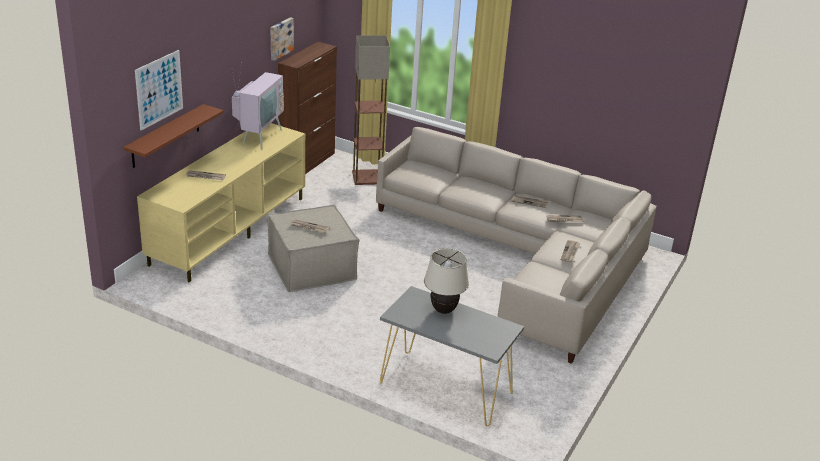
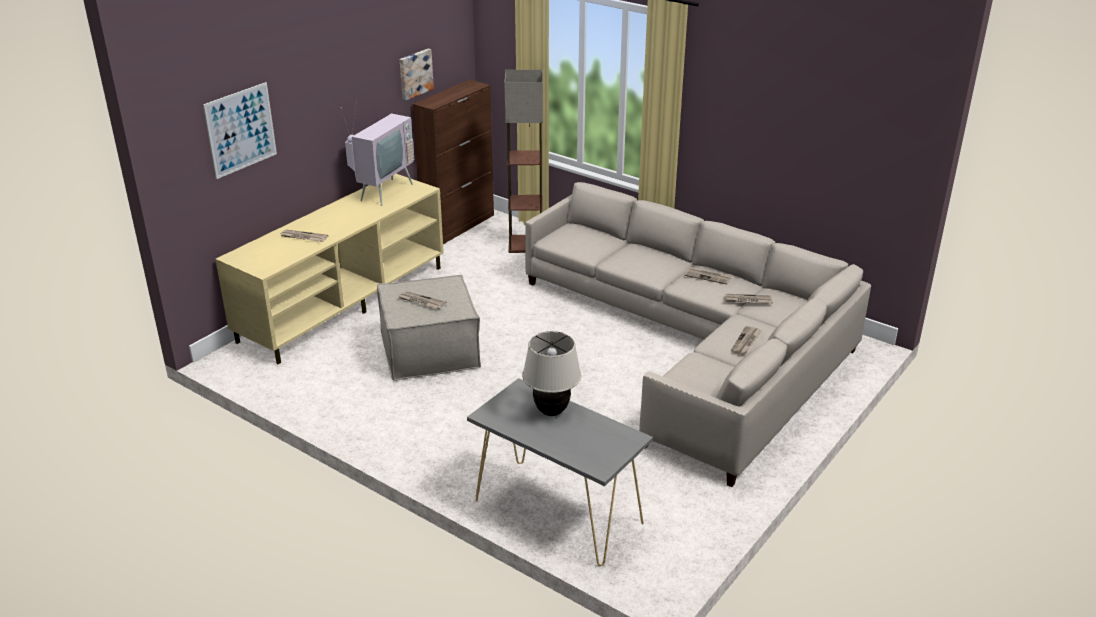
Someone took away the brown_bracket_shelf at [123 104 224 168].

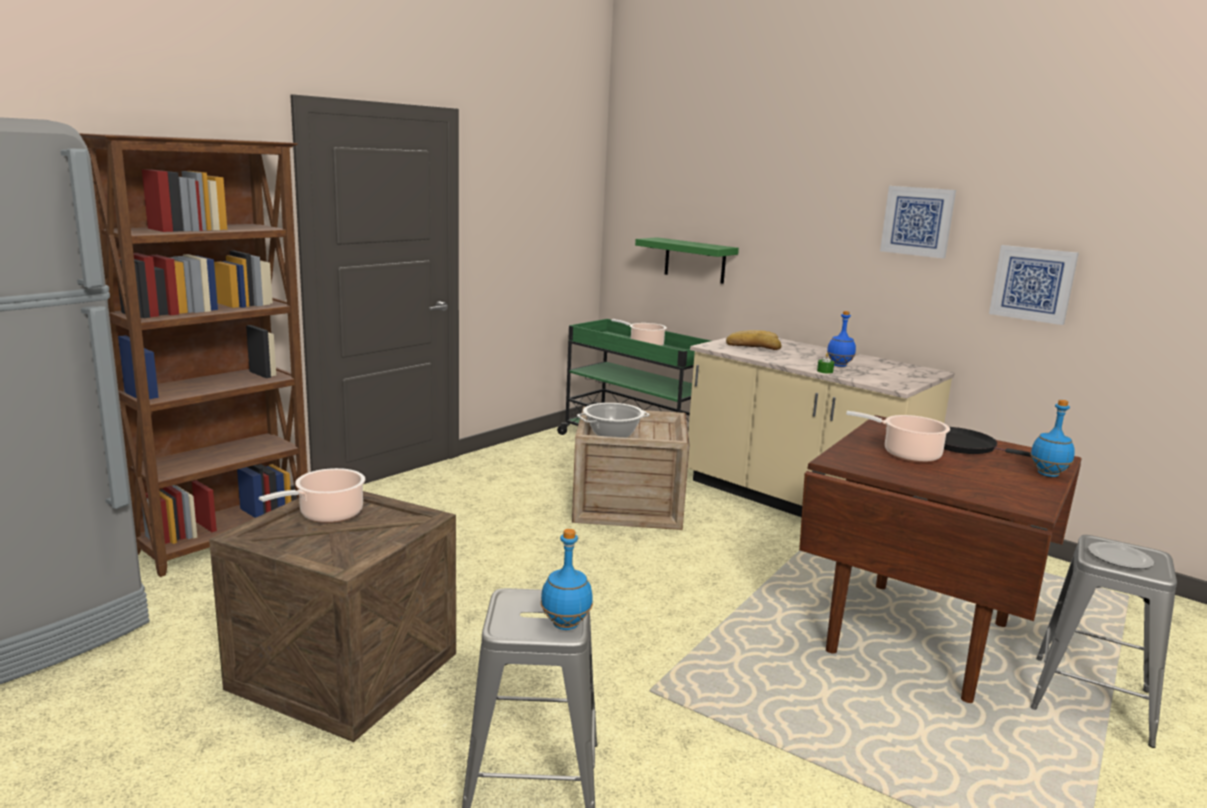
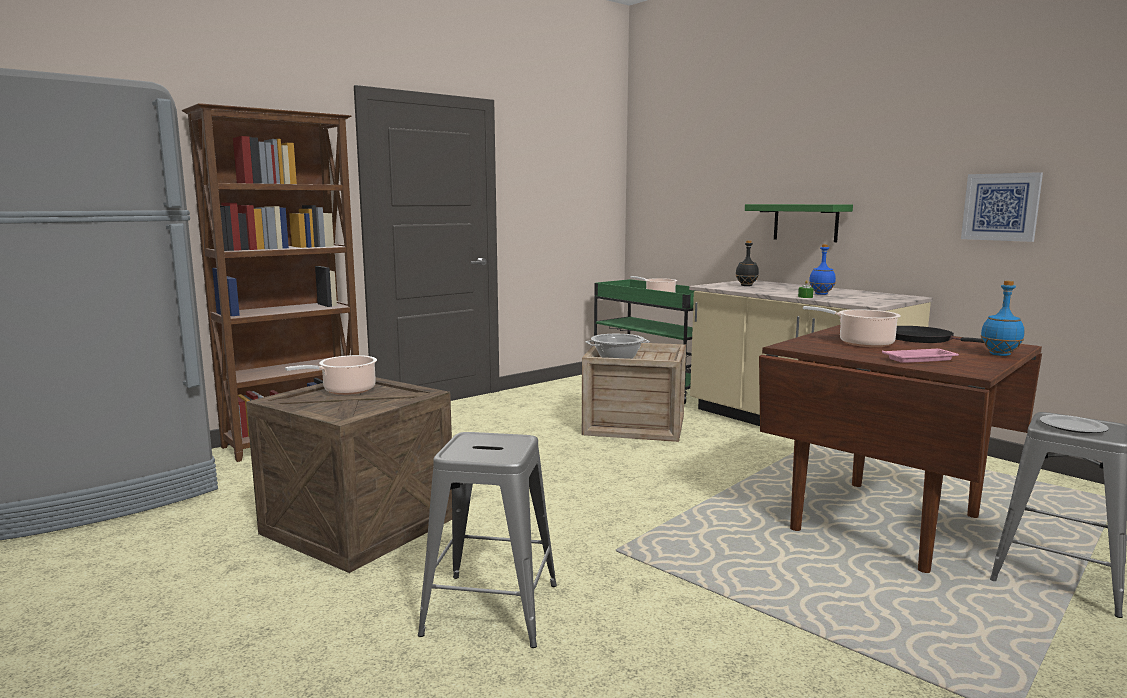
Someone took away the bluish_beverage_bottle at [541 529 593 630].
Someone carried the green-coloured_bracket_shelf from [635 237 739 284] to [745 204 853 242].
Someone swapped the bread at [726 330 781 350] for the blackish_beverage_bottle at [736 240 759 286].
Someone took away the wall_art at [880 186 956 259].
Someone put down the pinkish_tray at [882 349 959 363].

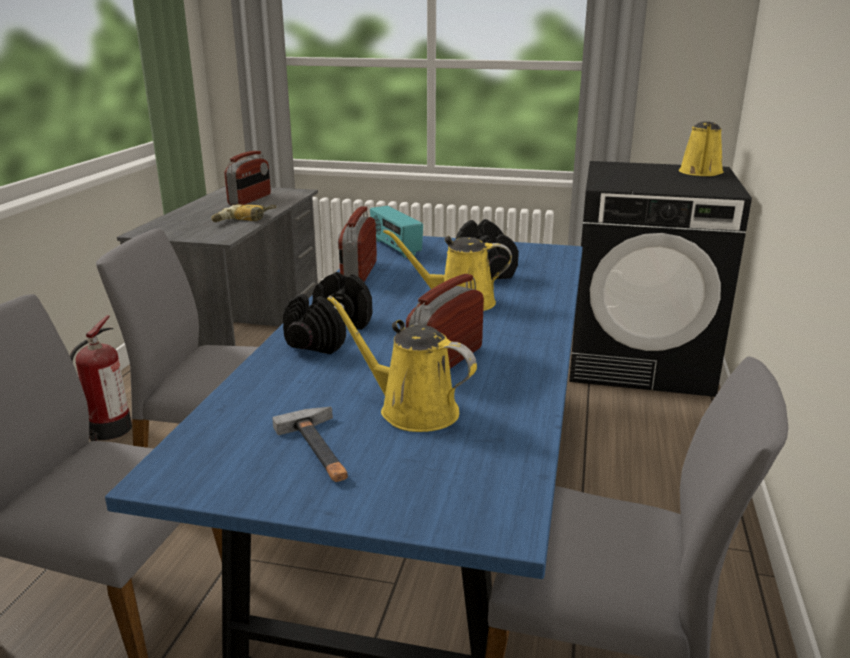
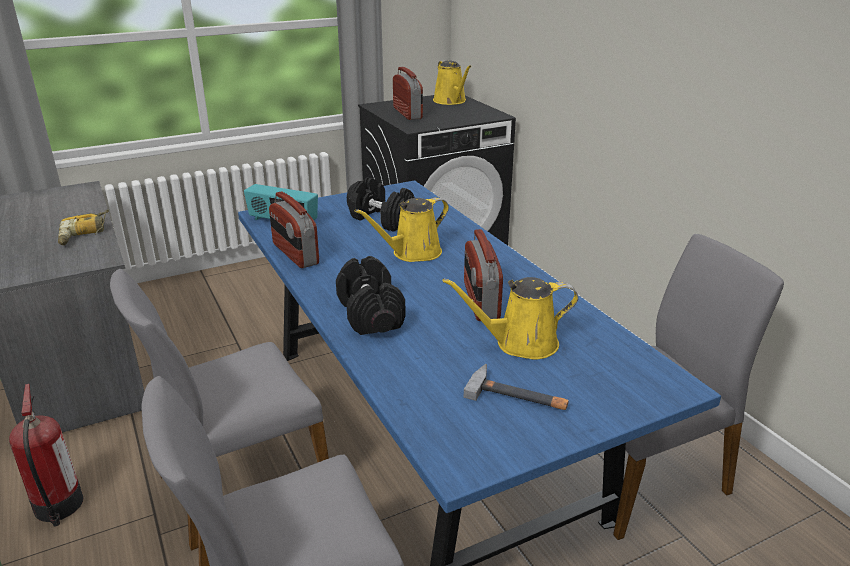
Someone carried the radio from [224 151 271 205] to [393 67 423 120].

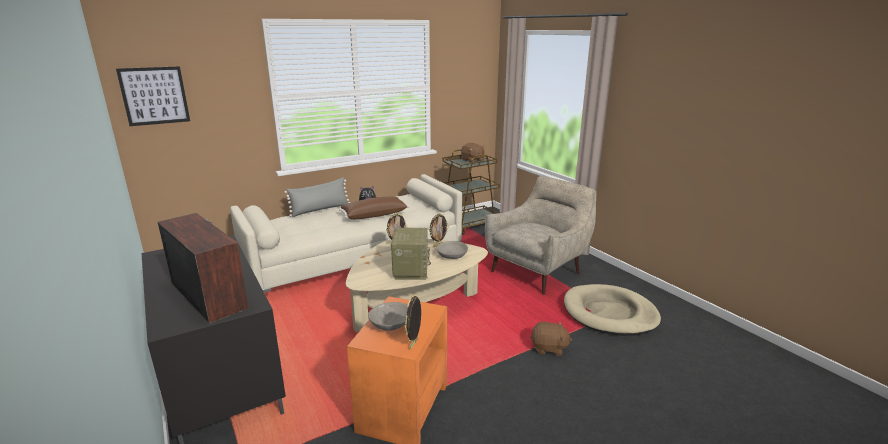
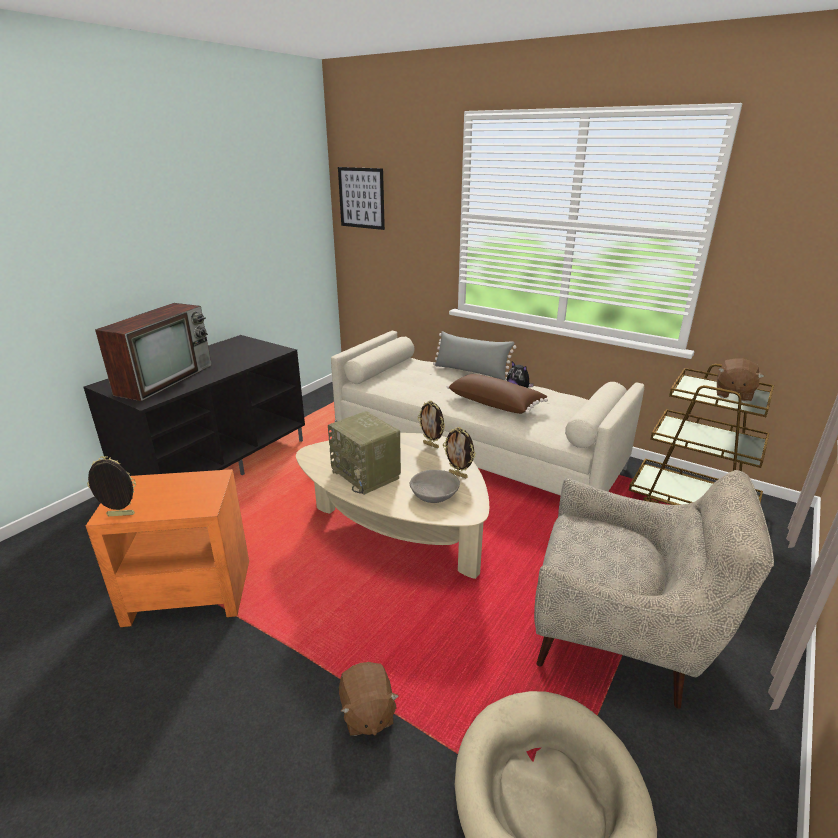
Someone took away the grey_serving_bowl at [368 302 408 331].
Someone rotated the radio at [391 228 431 280] by 75 degrees clockwise.

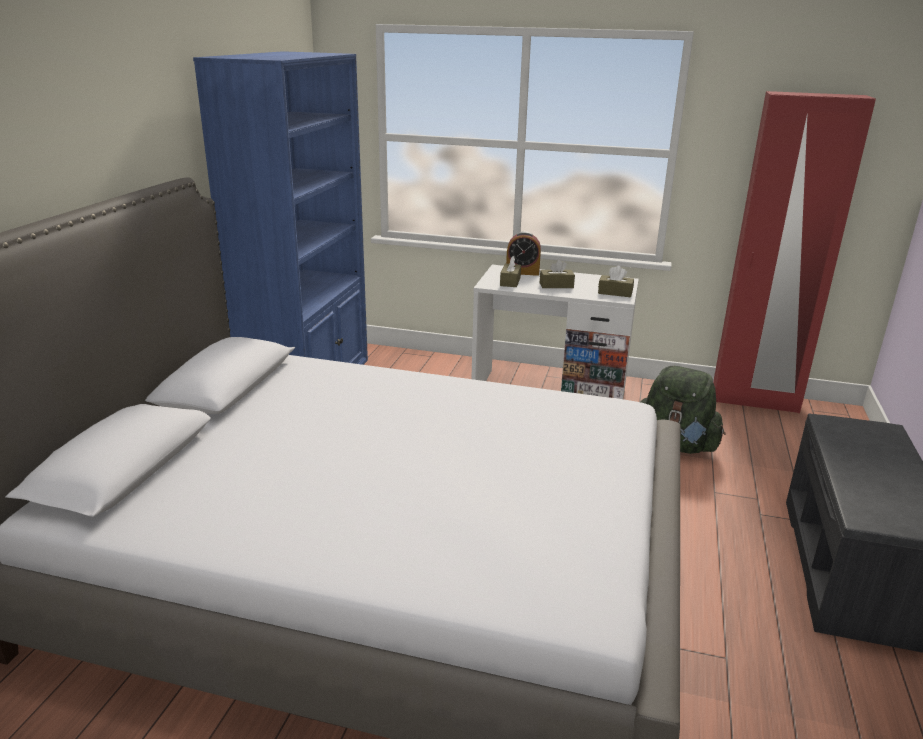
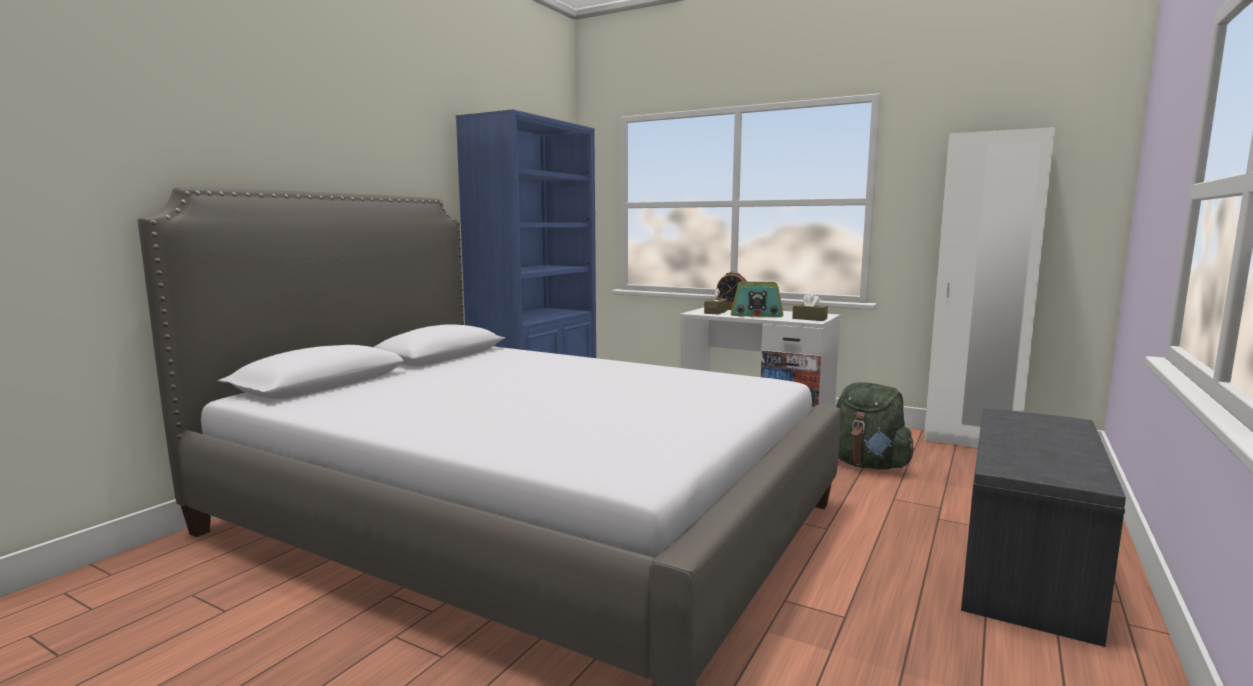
Someone swapped the brown_tissue_box at [540 260 575 288] for the radio at [731 282 784 317].
Someone repainted the reddish_clothes_cupboard at [713 91 876 413], which became the white_clothes_cupboard at [924 127 1055 448].

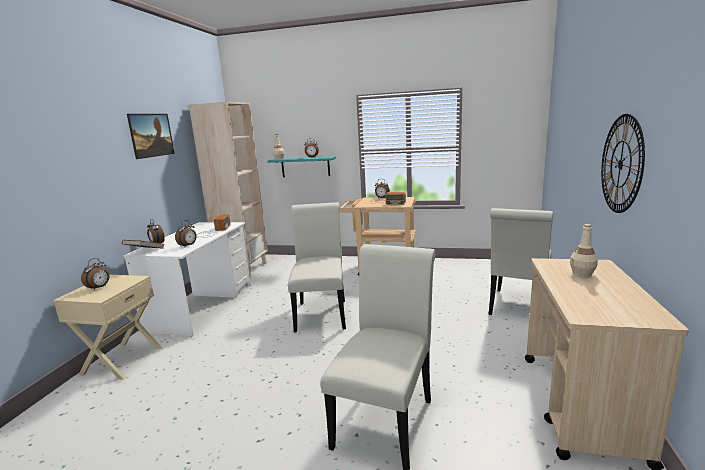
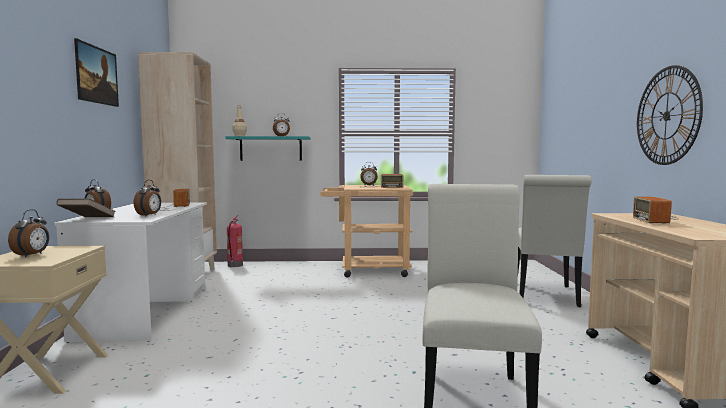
Someone took away the white_upright_chair at [288 202 346 333].
Someone swapped the beige-coloured_beverage_bottle at [570 224 598 277] for the radio at [633 197 679 224].
Someone put down the fire-fighting_cylinder at [227 215 243 267].

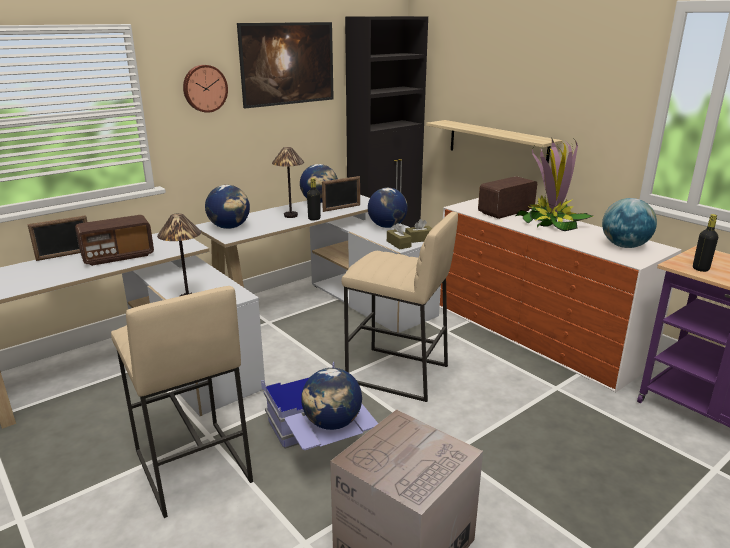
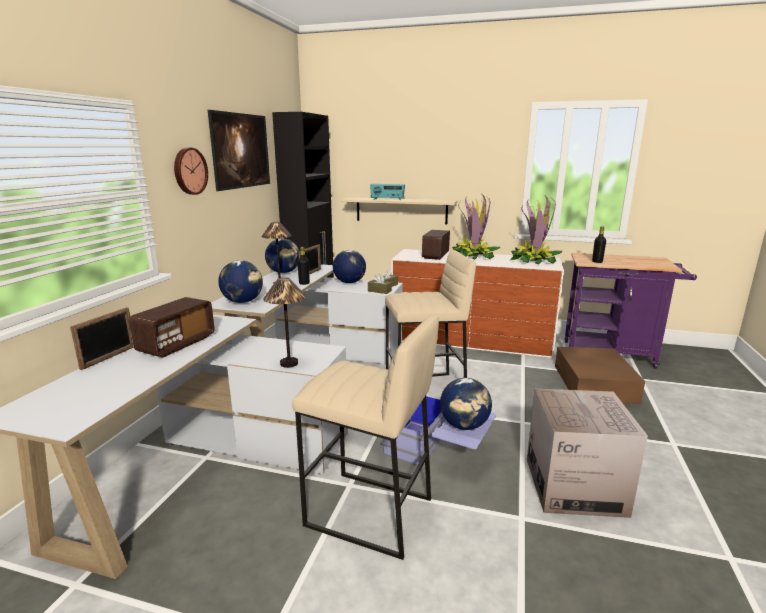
Someone swapped the globe at [602 198 657 248] for the plant_in_a_pot at [509 196 562 265].
Someone put down the radio at [370 184 405 200].
Someone put down the brown_storage_box at [555 347 645 404].

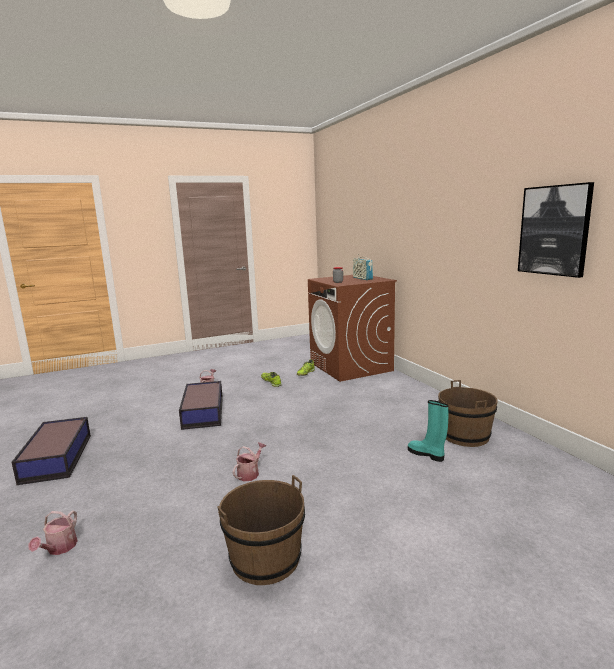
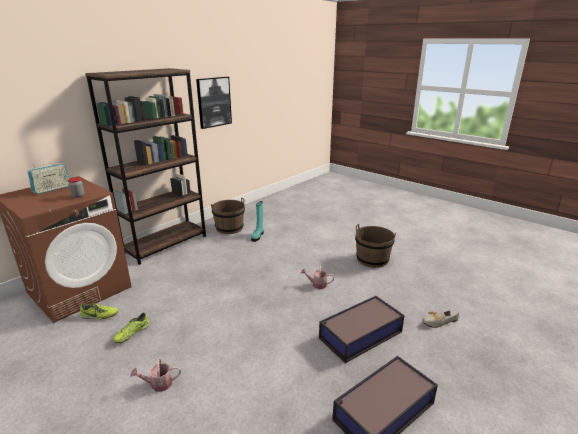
Someone swapped the sprinkling_can at [29 510 78 555] for the low_shoe at [423 311 459 328].
Someone carried the storage_box from [179 381 223 430] to [319 296 405 363].
Someone put down the brown_bookcase at [85 68 206 265].

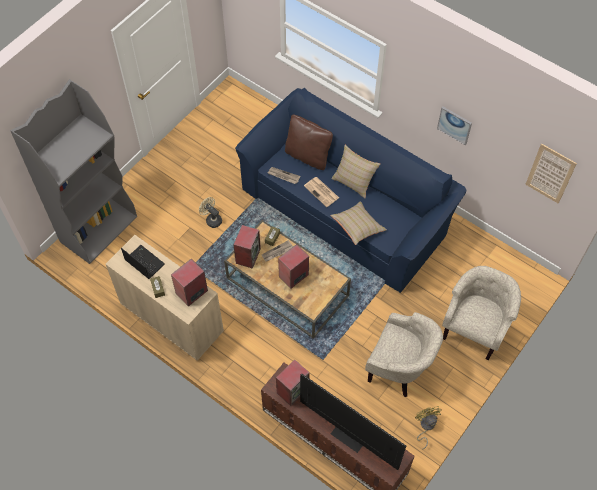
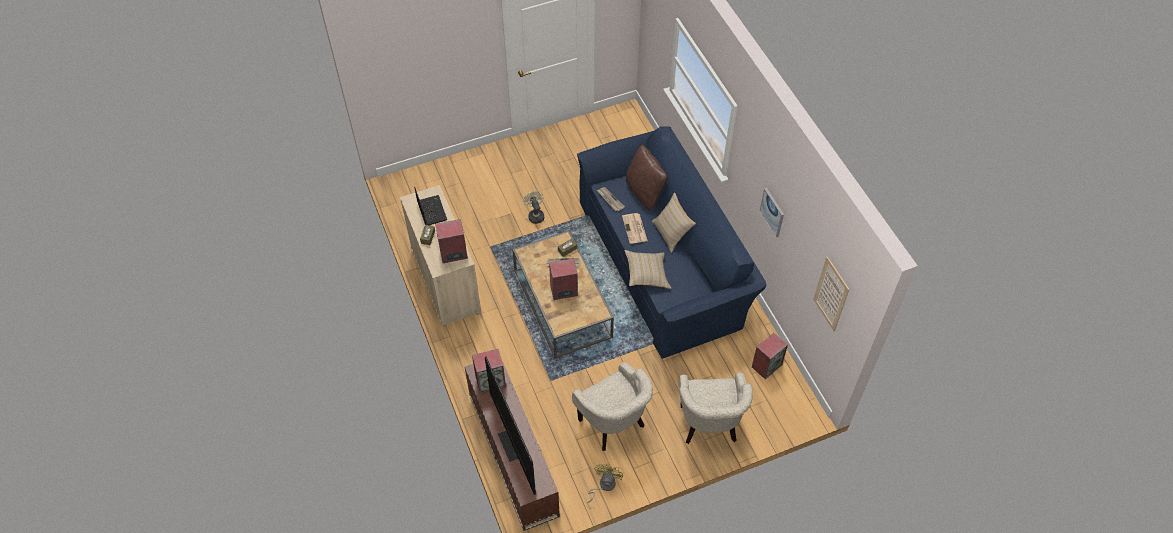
Someone took away the grey_bookcase at [10 79 137 264].
Someone carried the audio_speaker from [234 225 261 269] to [752 333 788 379].
Someone rotated the beige-coloured_lounge_chair at [442 266 521 360] by 120 degrees clockwise.

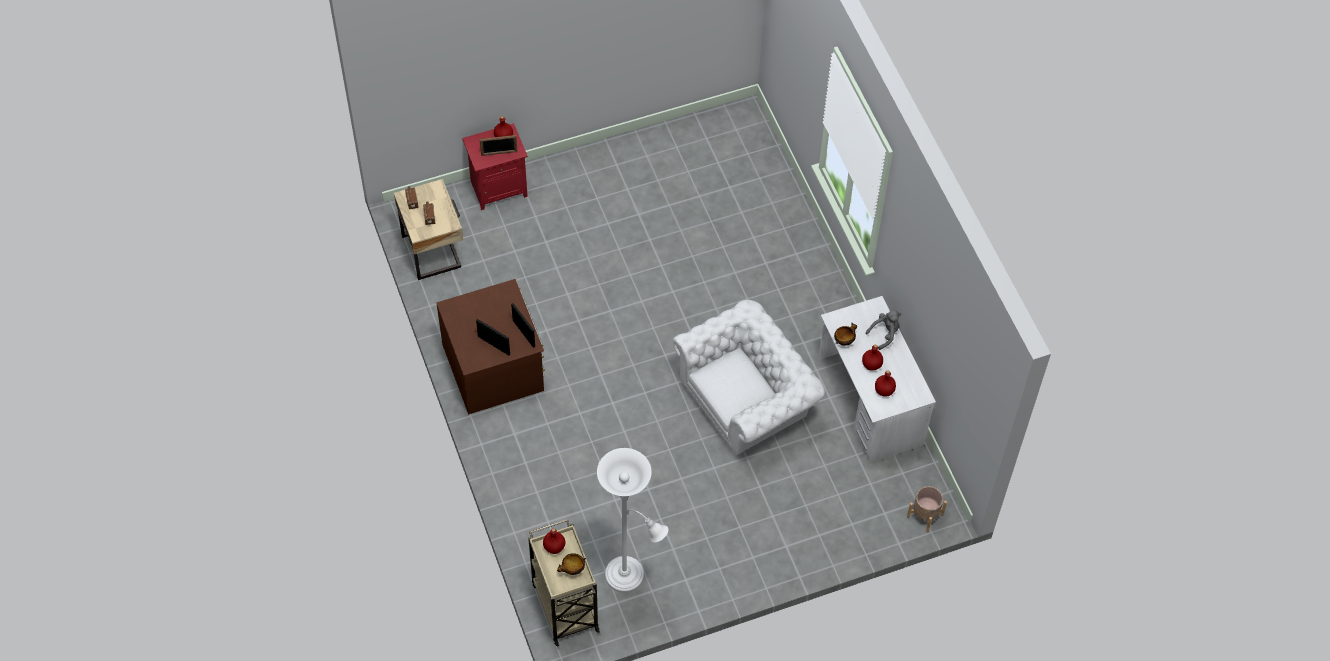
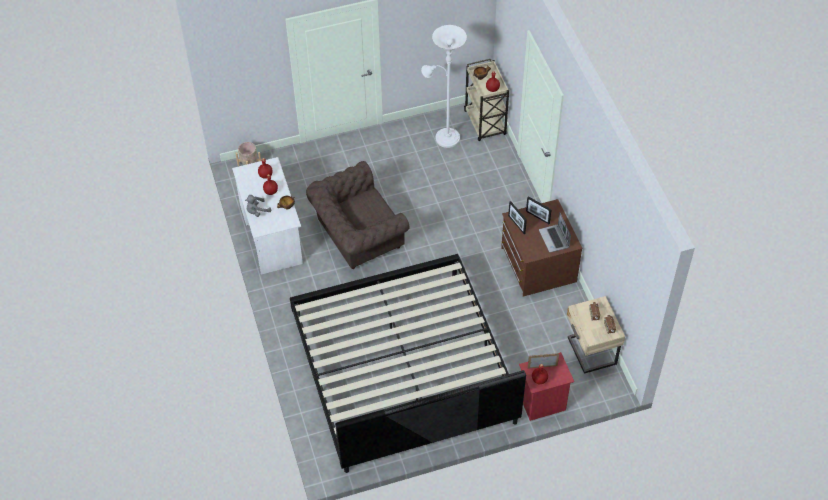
Someone repainted the white_lounge_chair at [673 300 825 455], which became the brown_lounge_chair at [306 161 410 269].
Someone put down the bedroom_bed at [290 254 526 473].
Someone put down the portable_computer at [539 212 571 253].

